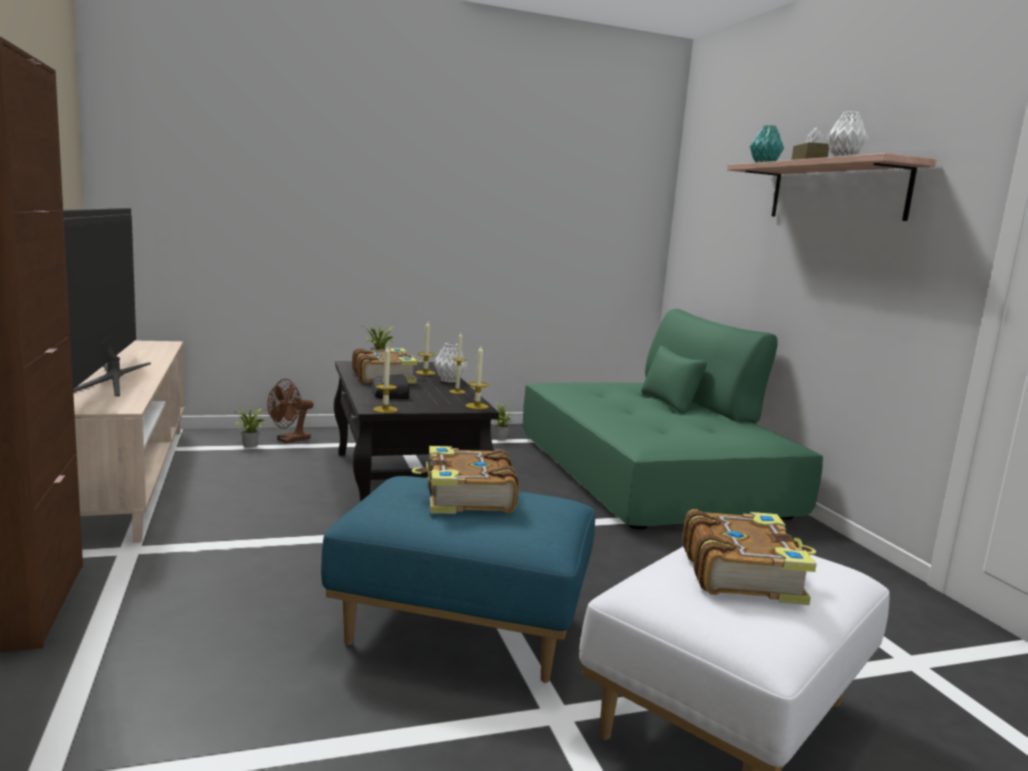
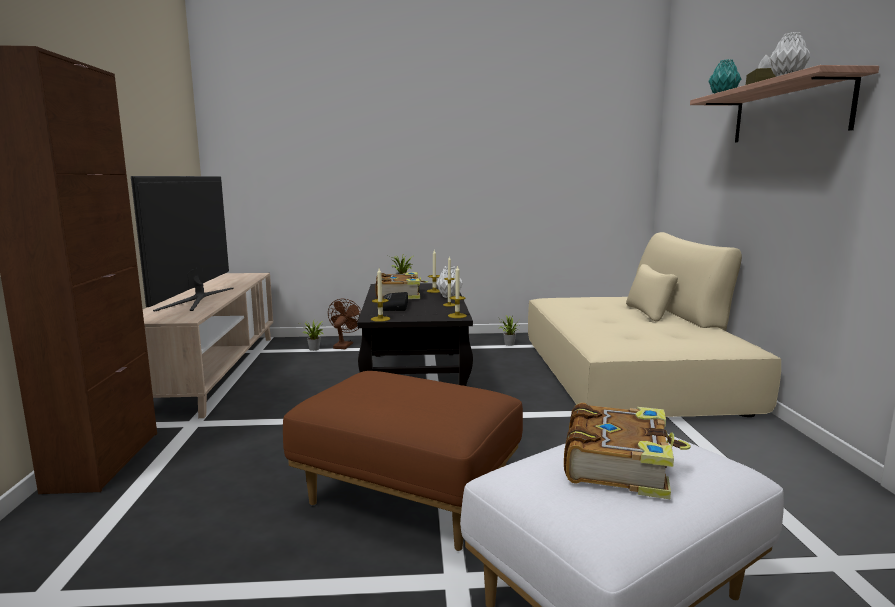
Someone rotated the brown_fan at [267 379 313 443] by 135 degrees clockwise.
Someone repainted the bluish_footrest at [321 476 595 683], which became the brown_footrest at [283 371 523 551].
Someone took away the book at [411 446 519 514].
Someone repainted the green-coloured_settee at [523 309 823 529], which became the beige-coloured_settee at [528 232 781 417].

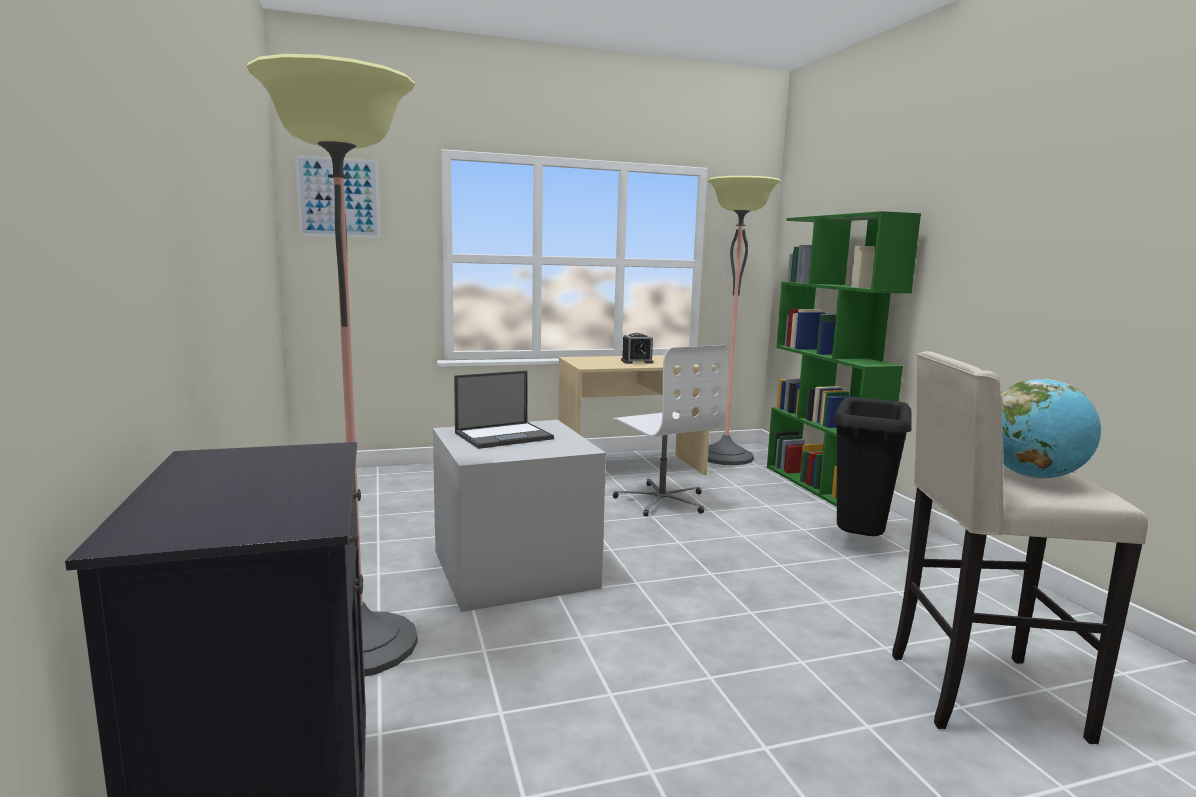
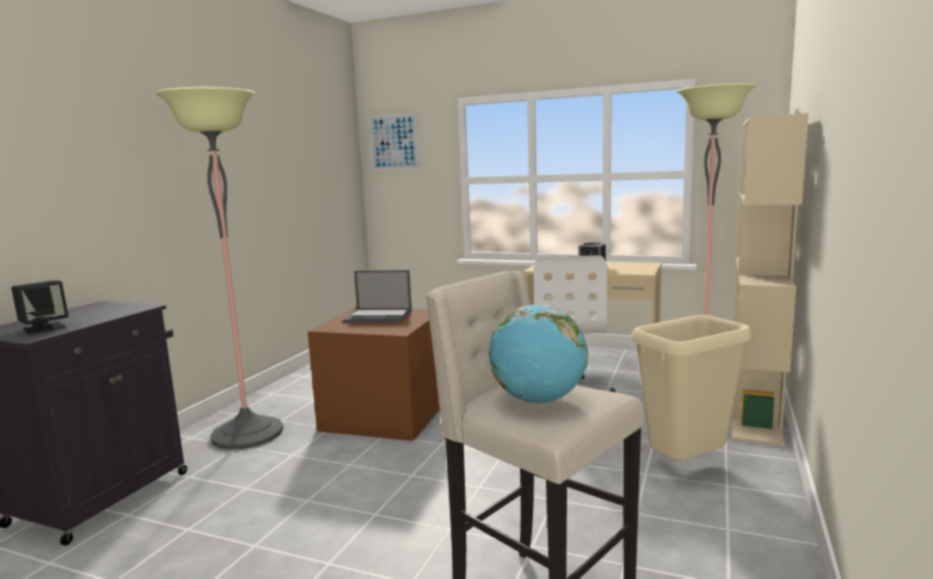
Someone repainted the grey_storage_box at [433 420 606 612], which became the brown_storage_box at [308 307 440 441].
Someone repainted the green-coloured_bookcase at [767 211 921 507], which became the beige-coloured_bookcase at [731 113 809 447].
Someone repainted the blackish_rubbish_bin at [833 397 912 536], which became the beige-coloured_rubbish_bin at [632 315 752 460].
Someone put down the blackish_audio_speaker at [11 280 68 334].

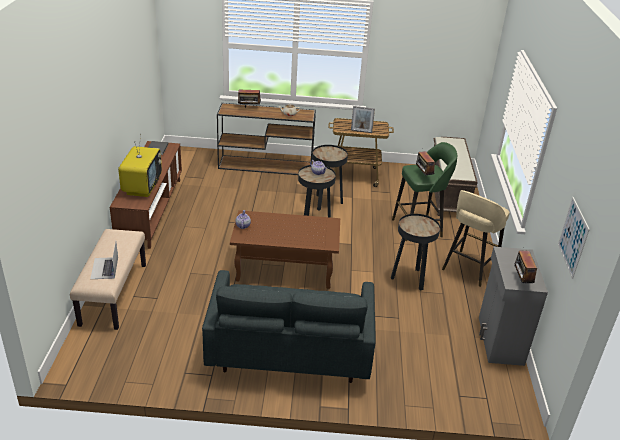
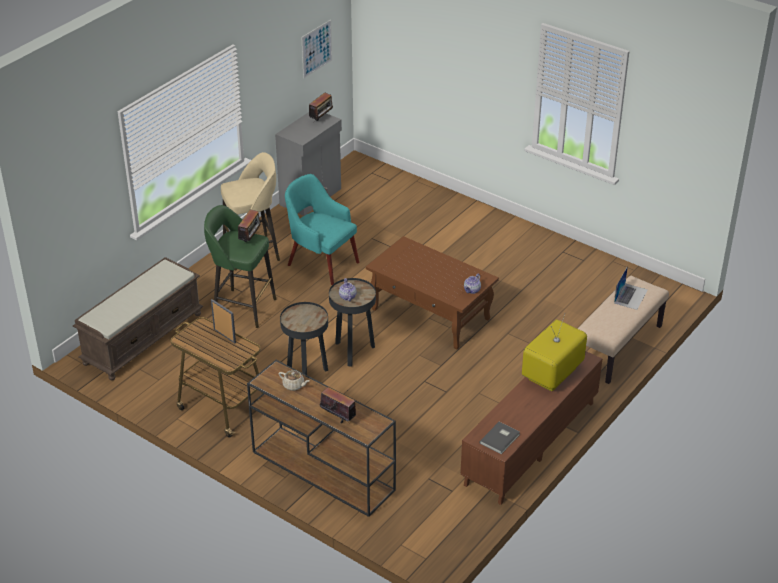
Someone took away the grey_settee at [202 270 376 383].
Someone swapped the blackish_accent_table at [391 214 440 291] for the blue-green_lounge_chair at [285 174 359 285].

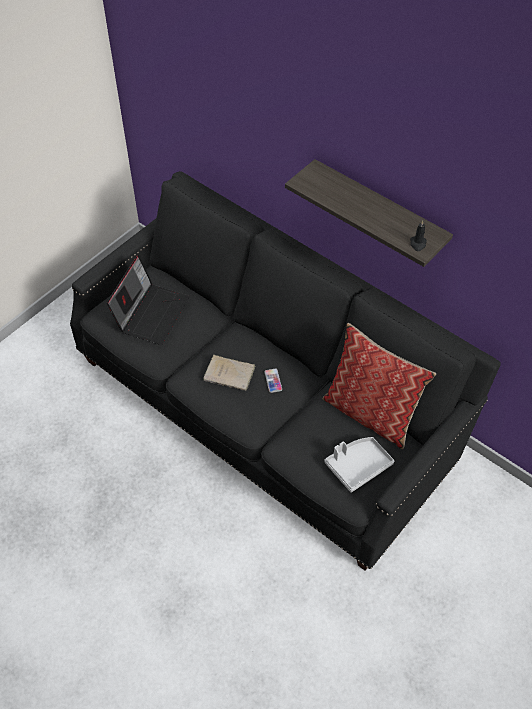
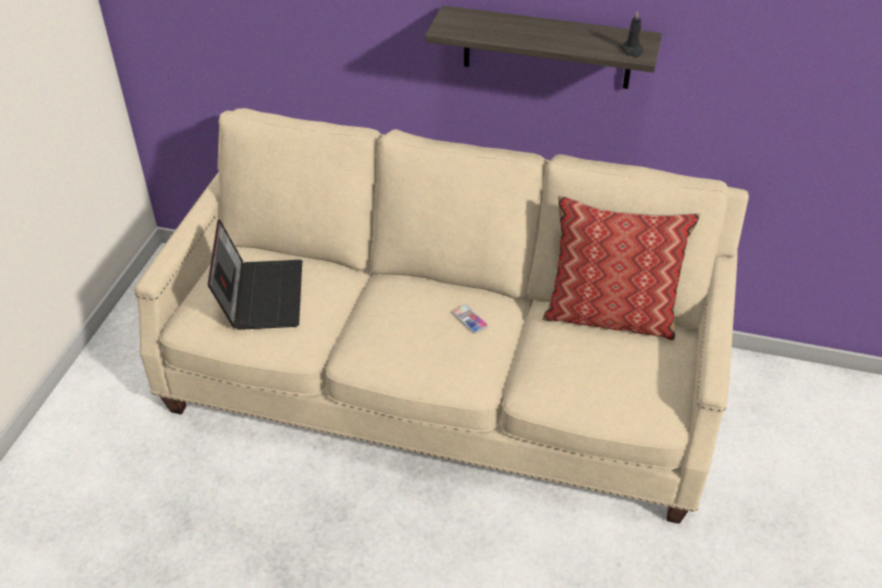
Someone repainted the blackish_settee at [70 171 501 571], which became the beige-coloured_settee at [134 108 749 524].
Someone took away the beige-coloured_book at [203 355 255 391].
Someone took away the grey_tray at [324 437 394 493].

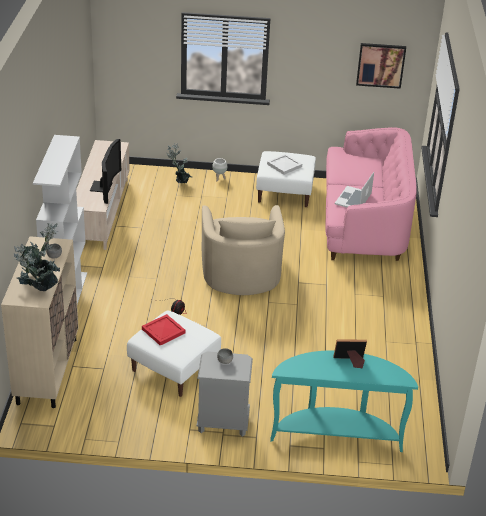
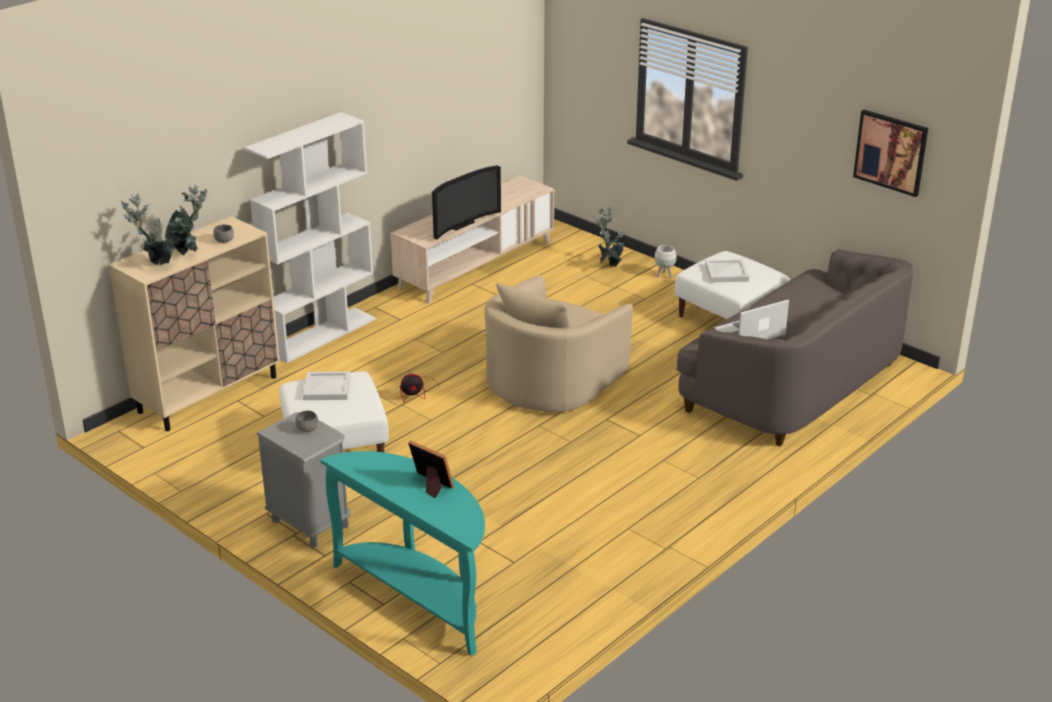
Someone repainted the reddish_tray at [142 314 186 346], which became the white_tray at [303 371 351 400].
Someone repainted the pinkish_settee at [325 127 417 261], which became the grey_settee at [676 249 913 446].

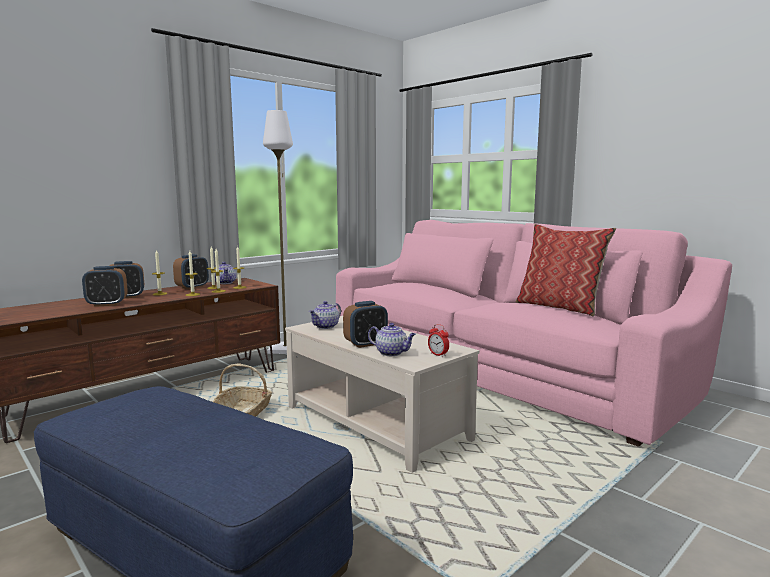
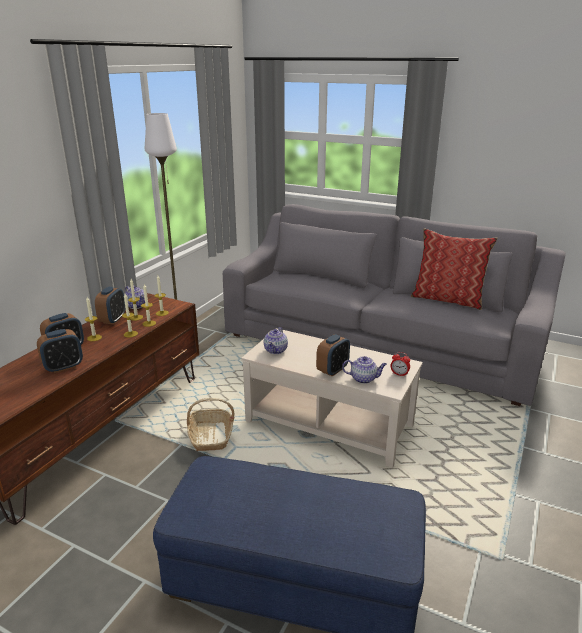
Someone repainted the pinkish_settee at [336 220 732 447], which became the grey_settee at [223 204 566 406].

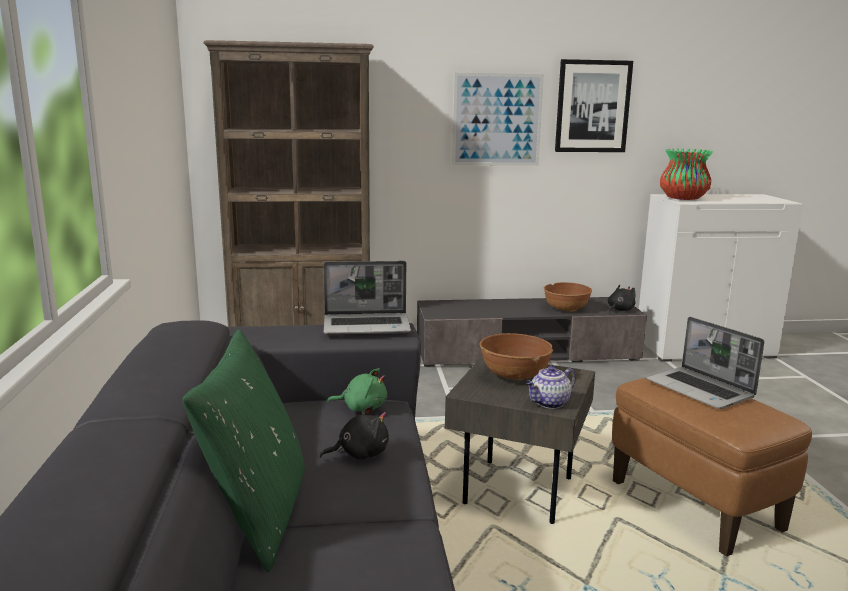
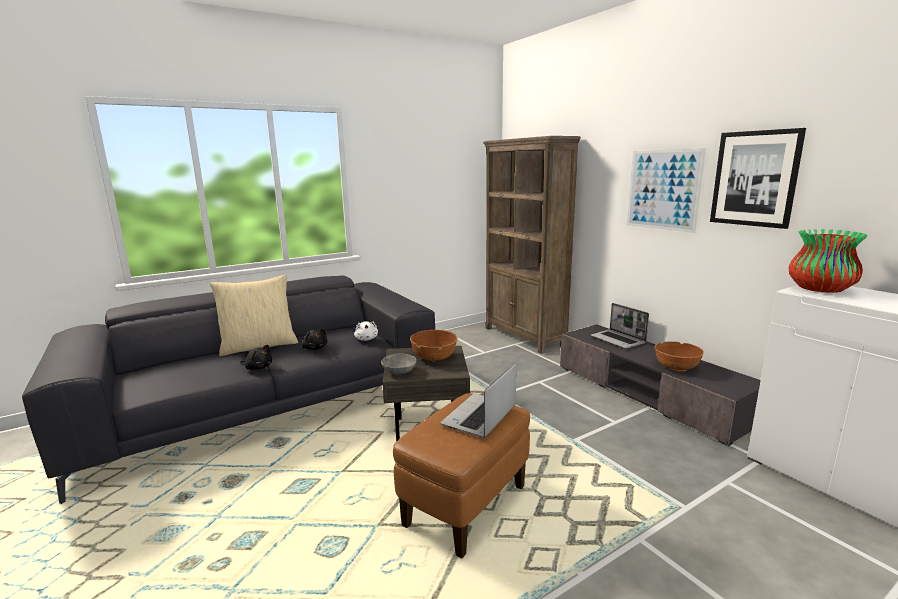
Someone repainted the green-coloured_throw_pillow at [182 330 305 572], which became the beige-coloured_throw_pillow at [210 275 298 356].
Someone carried the portable_computer from [323 261 411 335] to [590 303 649 349].
Someone repainted the green-coloured_soft_toy at [327 368 387 411], which became the white_soft_toy at [354 321 378 341].
Someone swapped the pot_for_tea at [526 366 576 409] for the grey_serving_bowl at [381 354 417 374].
Someone carried the blackish_soft_toy from [608 285 636 312] to [240 345 272 370].

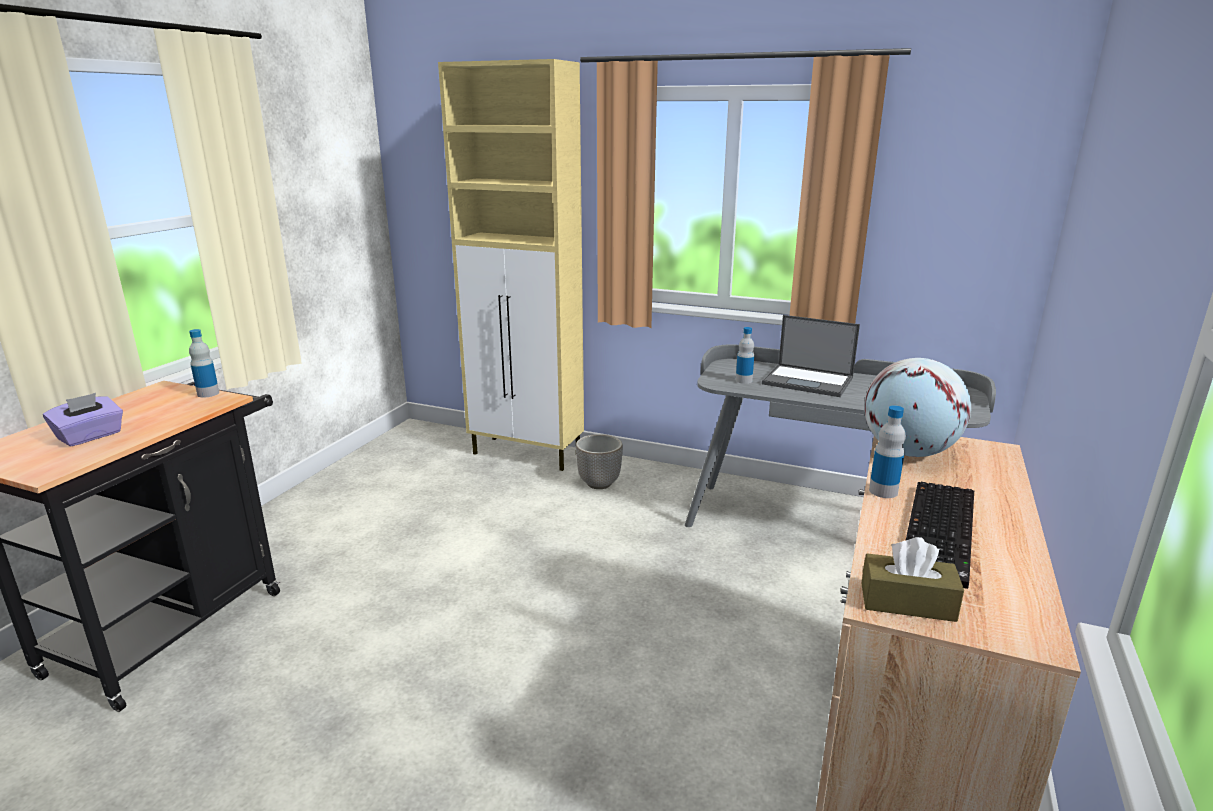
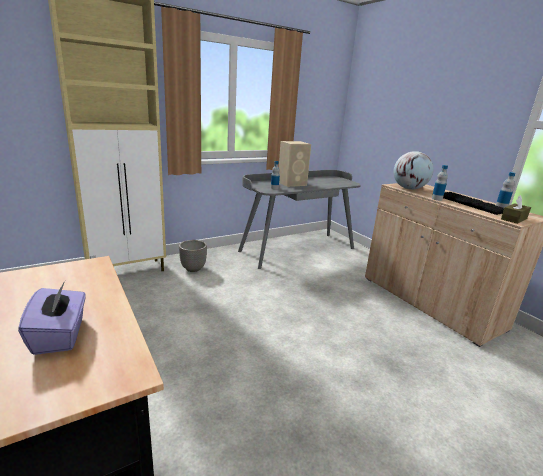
Someone carried the beverage_bottle from [189 329 219 398] to [496 172 515 208].
Someone swapped the portable_computer at [762 315 860 397] for the beige-coloured_audio_speaker at [279 141 311 187].

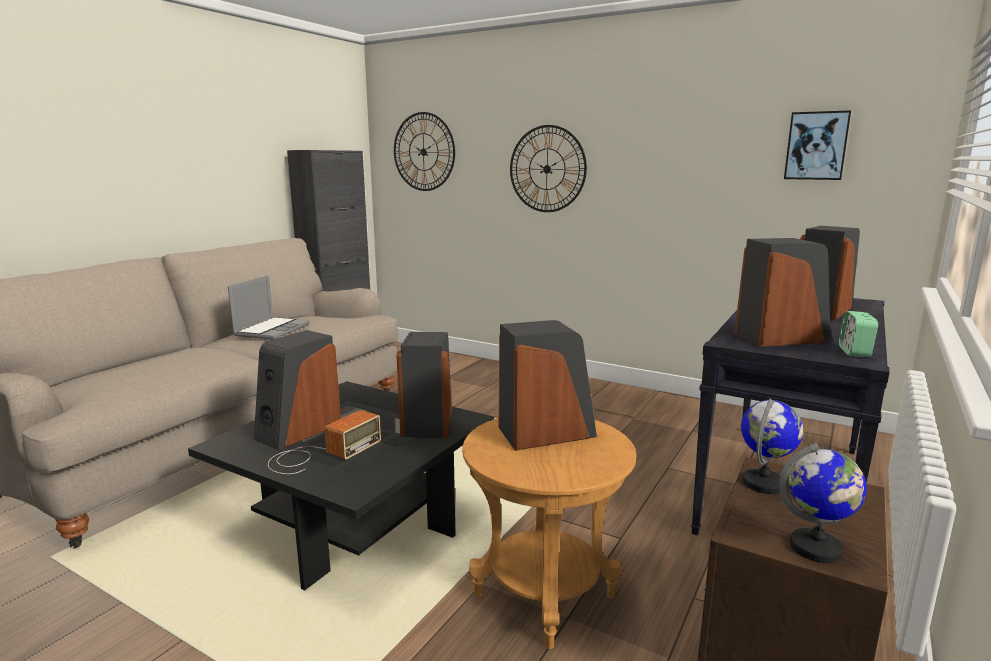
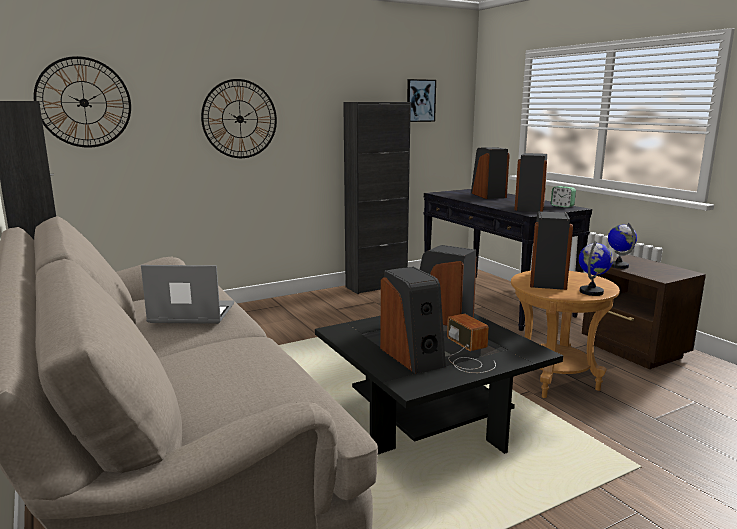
Someone rotated the portable_computer at [228 275 310 339] by 45 degrees counterclockwise.
Someone carried the globe from [779 443 867 563] to [579 241 613 296].
Someone put down the blackish_storage_cabinet at [343 102 411 294].

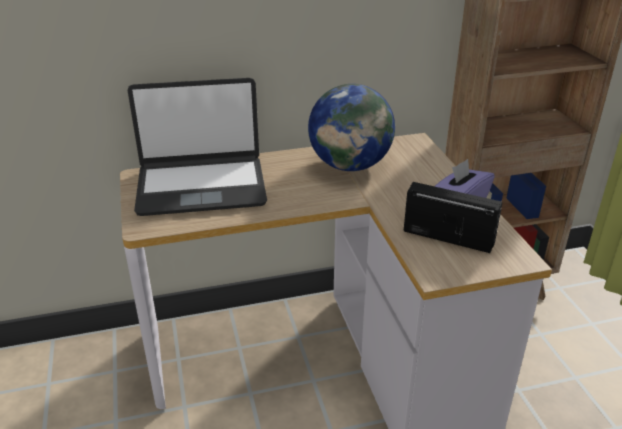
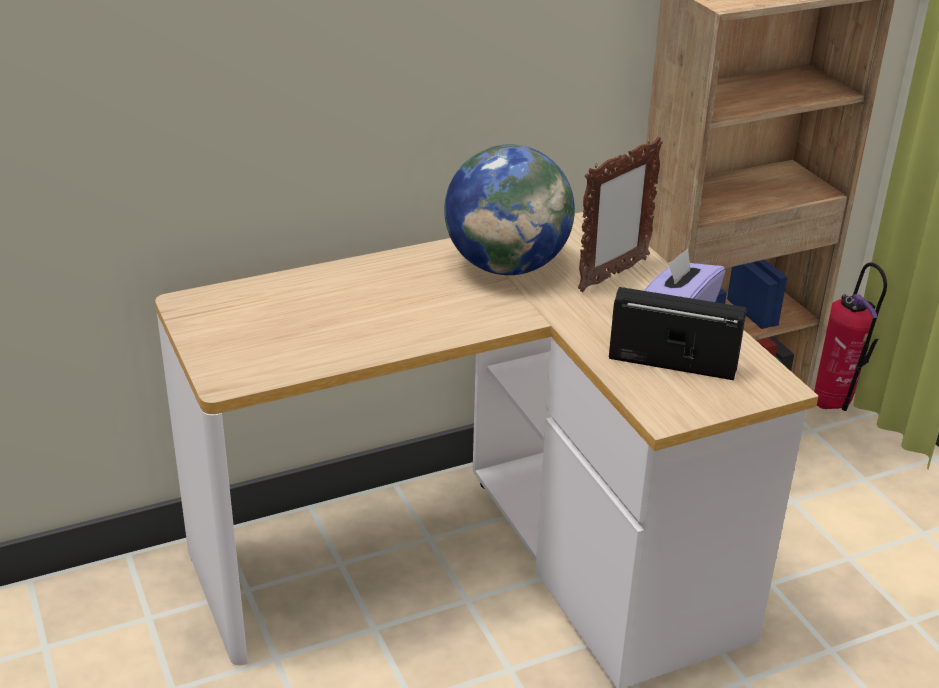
Someone took away the portable_computer at [128 78 267 216].
Someone put down the photo_frame at [578 137 663 292].
Someone put down the fire-fighting_cylinder at [814 262 887 411].

